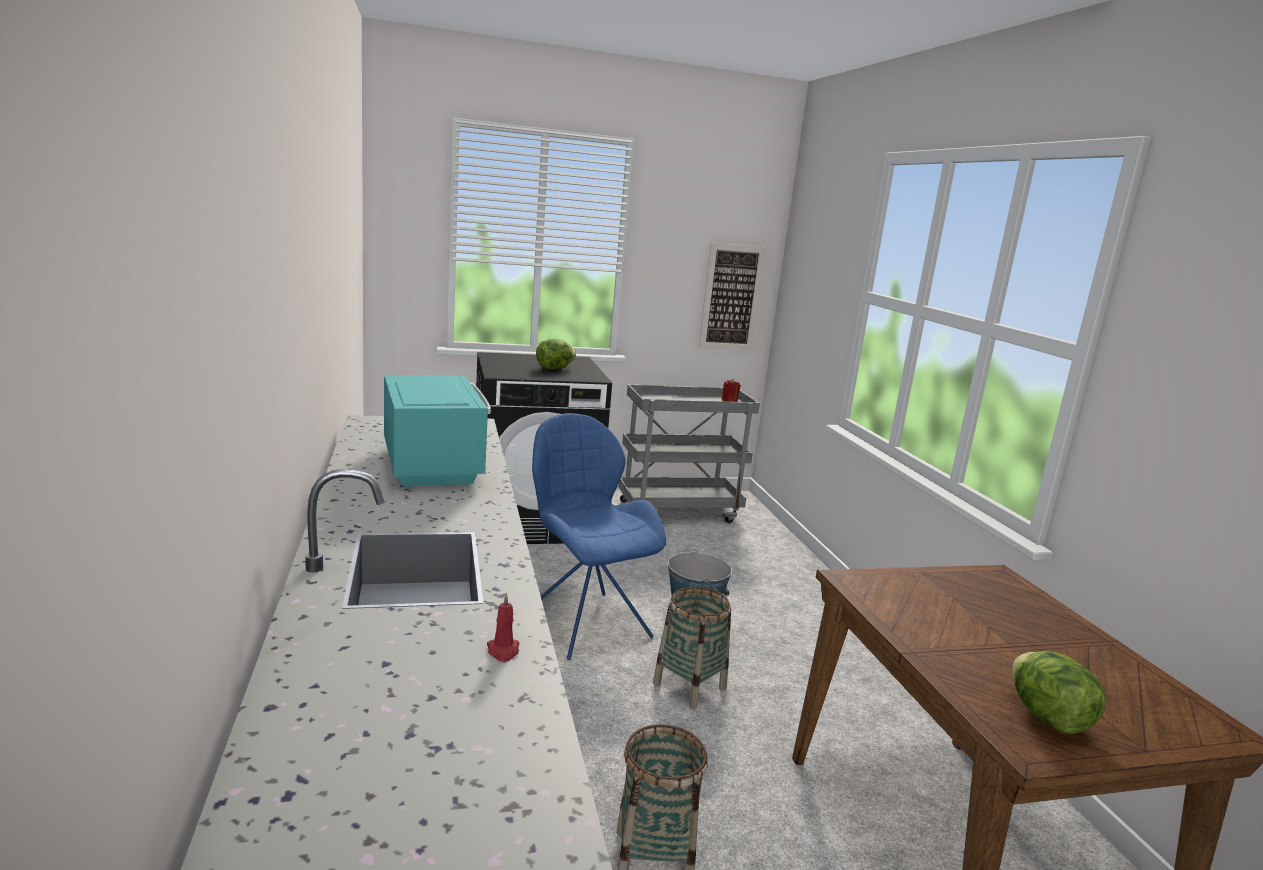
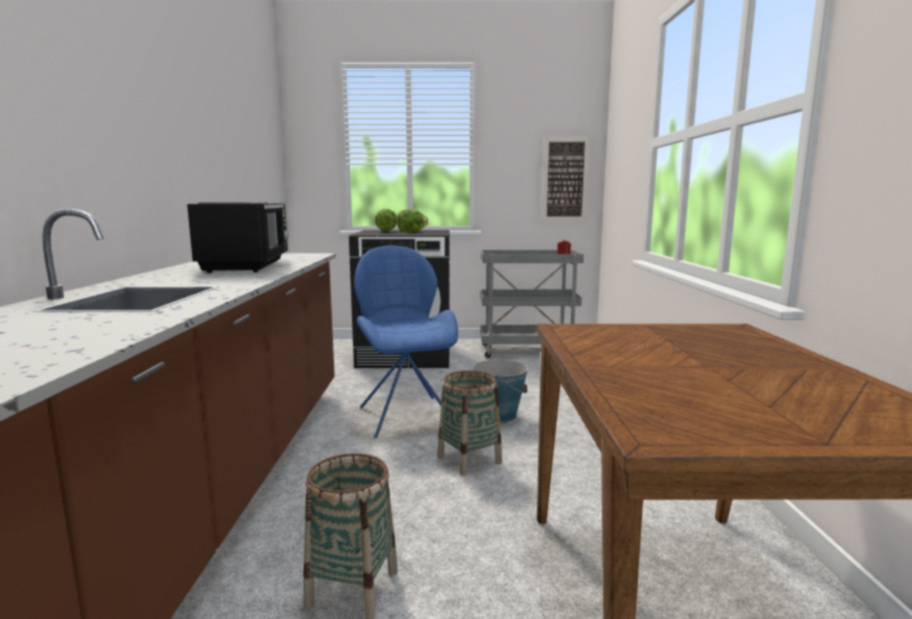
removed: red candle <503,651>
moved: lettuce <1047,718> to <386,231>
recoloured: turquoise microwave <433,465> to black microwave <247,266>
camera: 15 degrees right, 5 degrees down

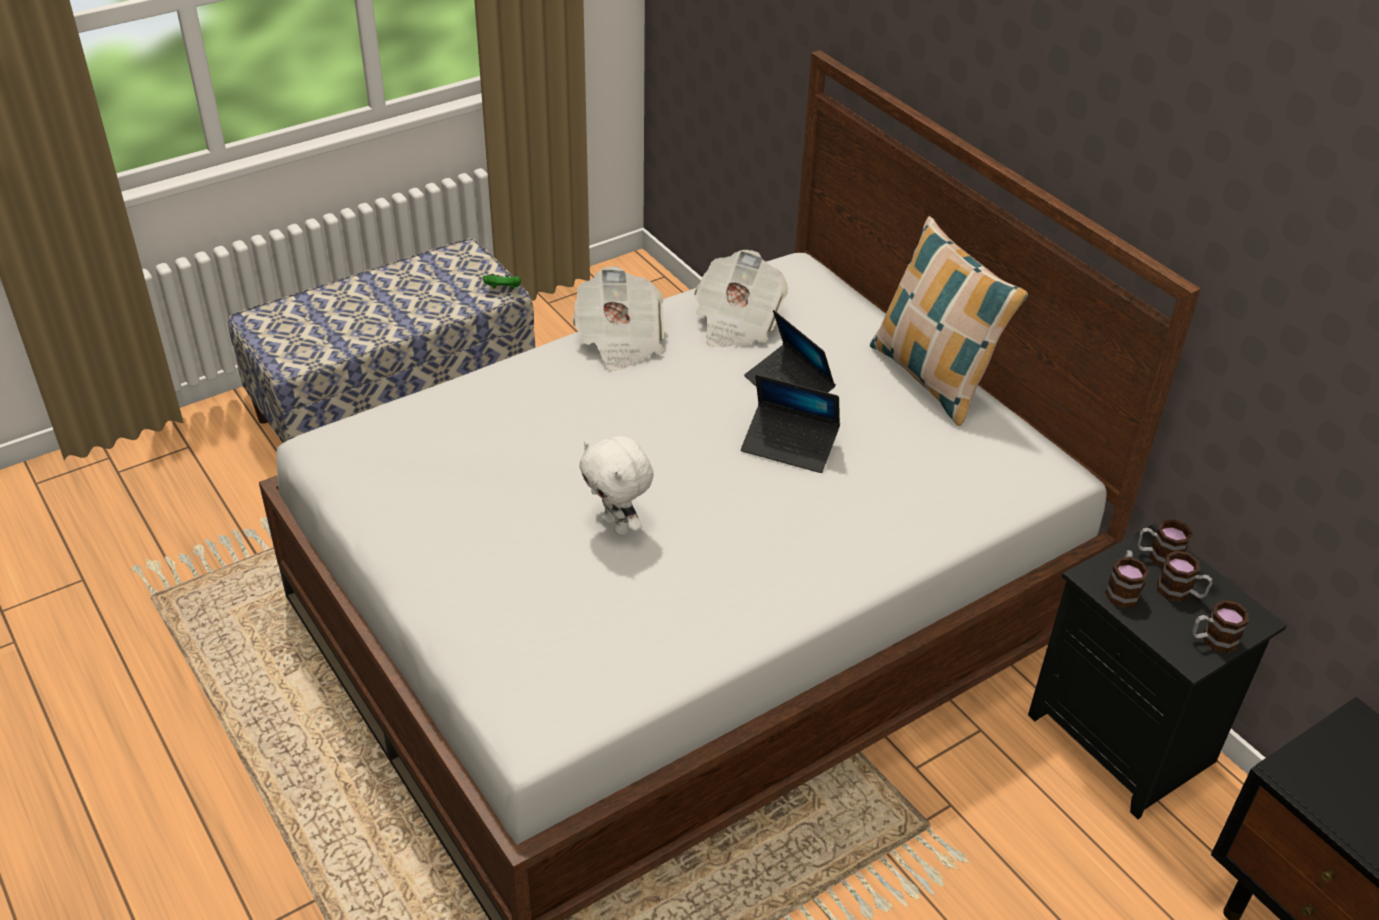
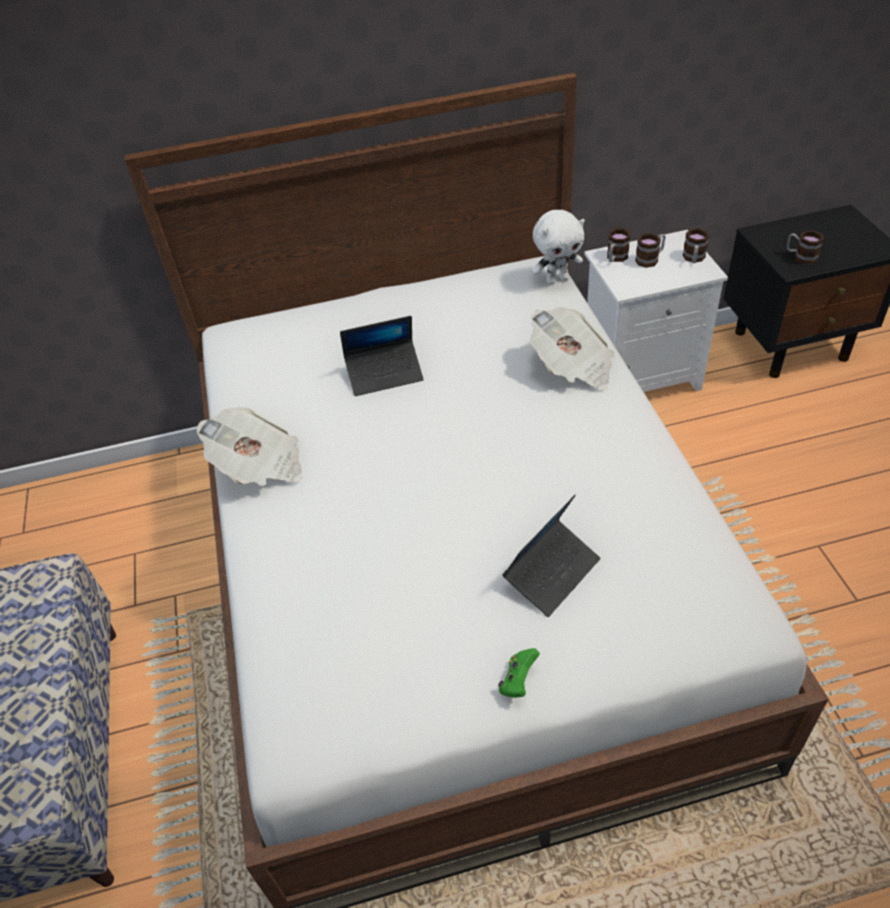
removed: pillow <932,378>
moved: green game controller <503,289> to <518,681>; white plush toy <617,526> to <557,279>; newspaper <736,322> to <573,367>; laptop <789,446> to <552,572>; mug <1122,590> to <800,257>
recoloured: black nightstand <1125,740> to white nightstand <641,375>
camera: 65 degrees left, 5 degrees up

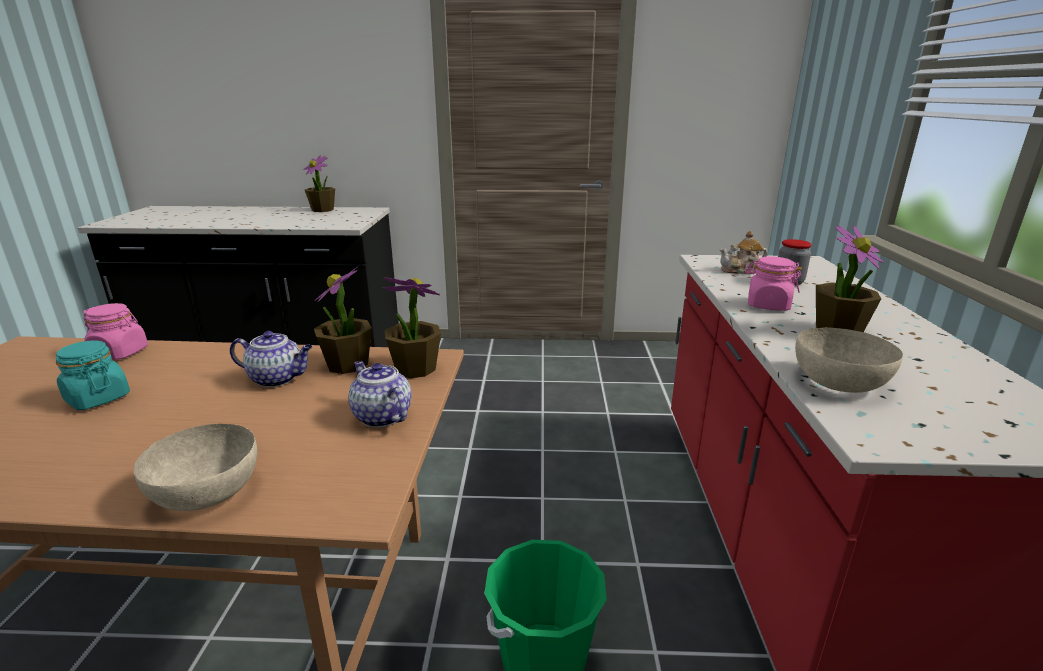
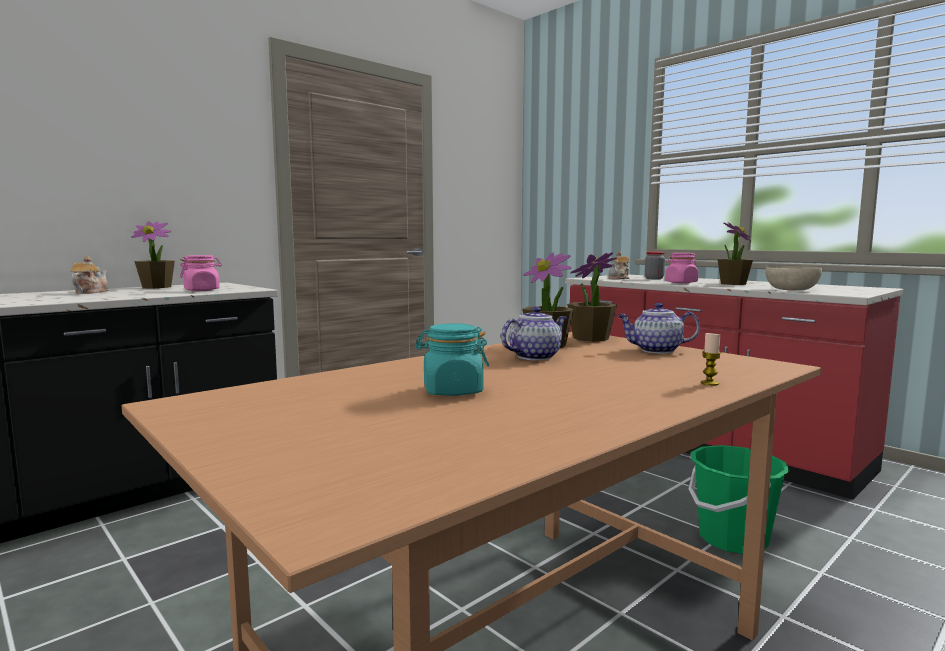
added: teapot <90,292>
moved: pink jar <120,353> to <202,290>
replaced: beige bowl <205,492> to candle <709,383>
camera: 45 degrees left, 15 degrees down

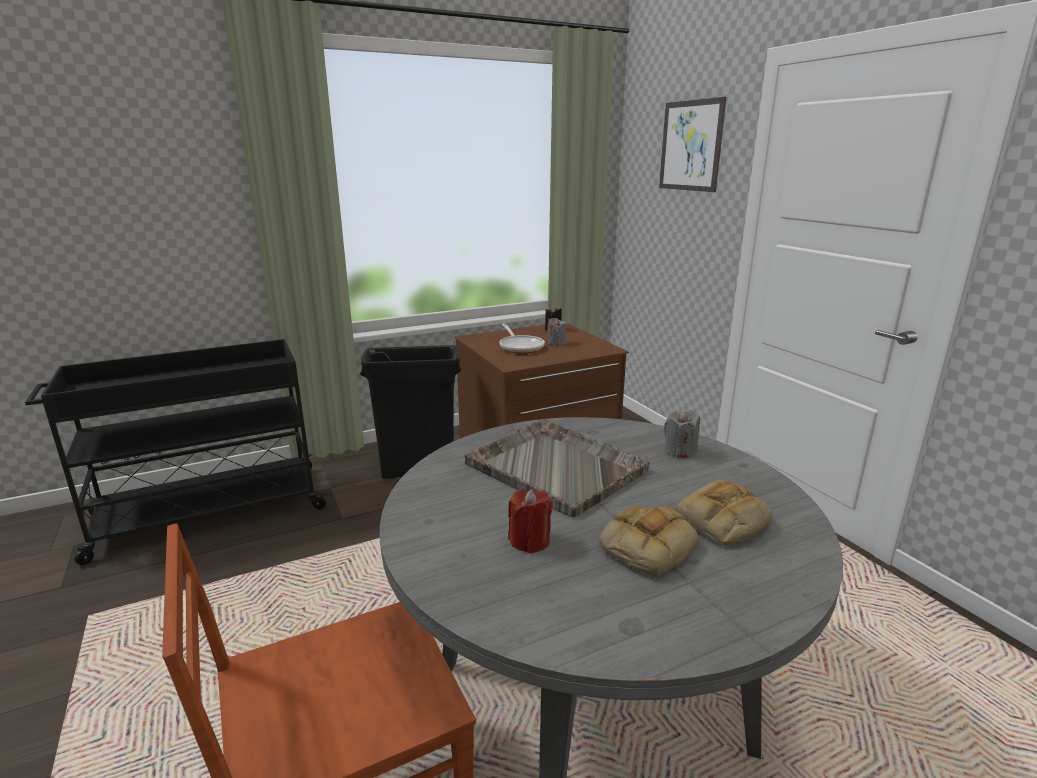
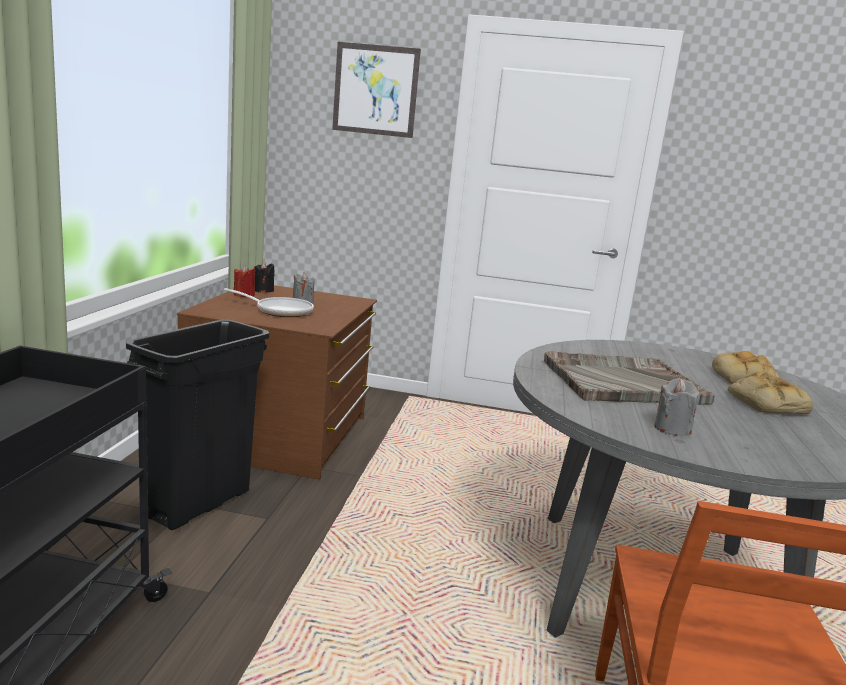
moved: red candle <529,541> to <244,295>; grey candle <680,451> to <672,429>
camera: 55 degrees left, 5 degrees down

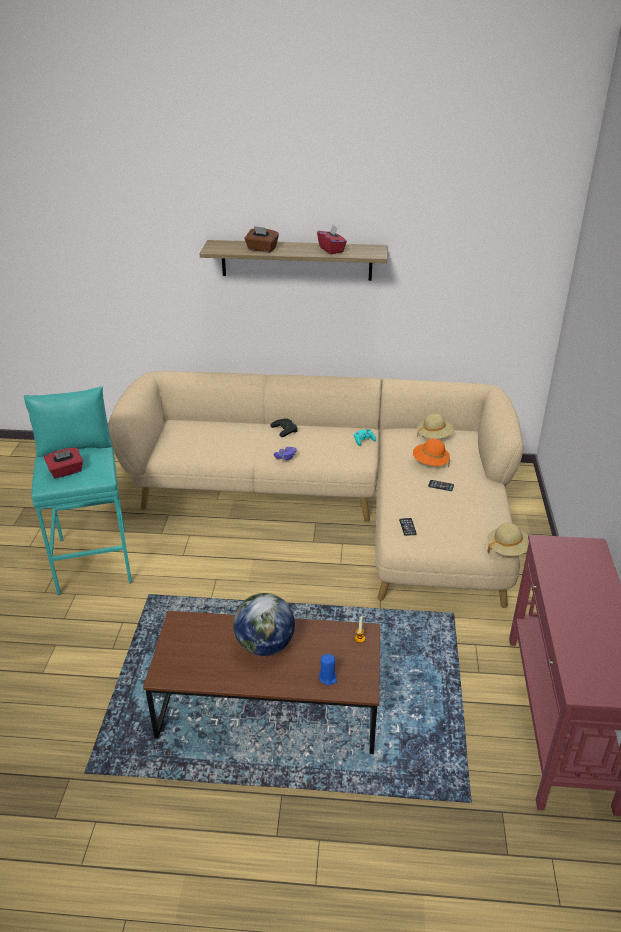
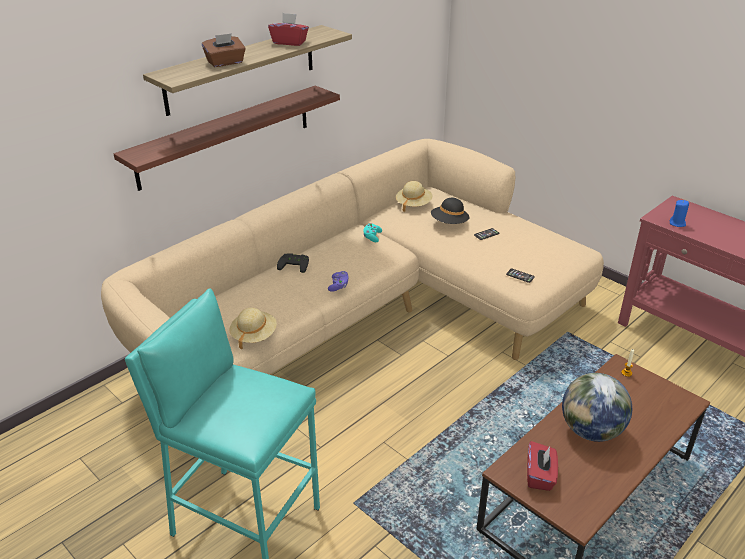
added: shelf <226,136>
moved: red tissue box <66,471> to <540,476>; blue candle <328,678> to <677,223>; beige hat <507,549> to <254,335>
recoloured: orange hat <430,462> to black hat <449,223>
camera: 50 degrees left, 0 degrees up

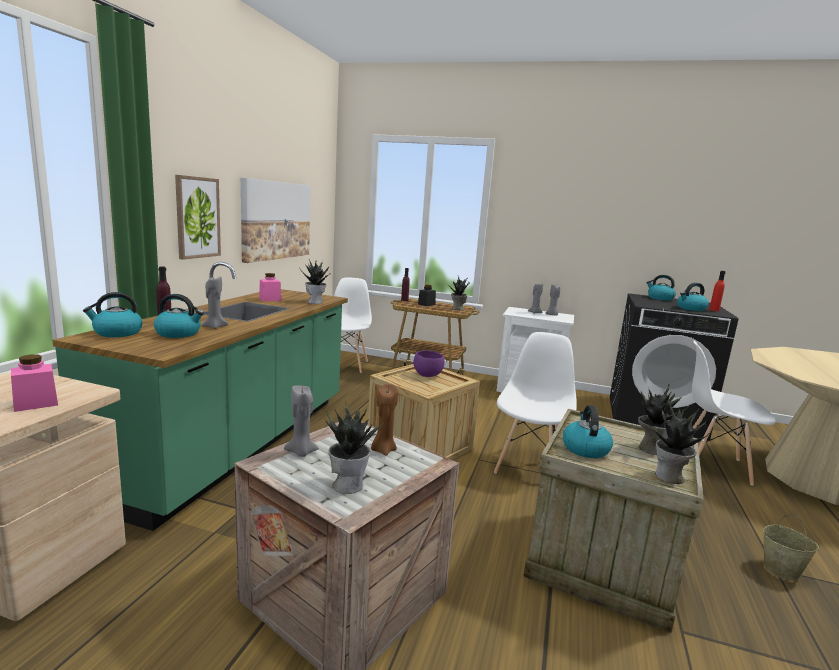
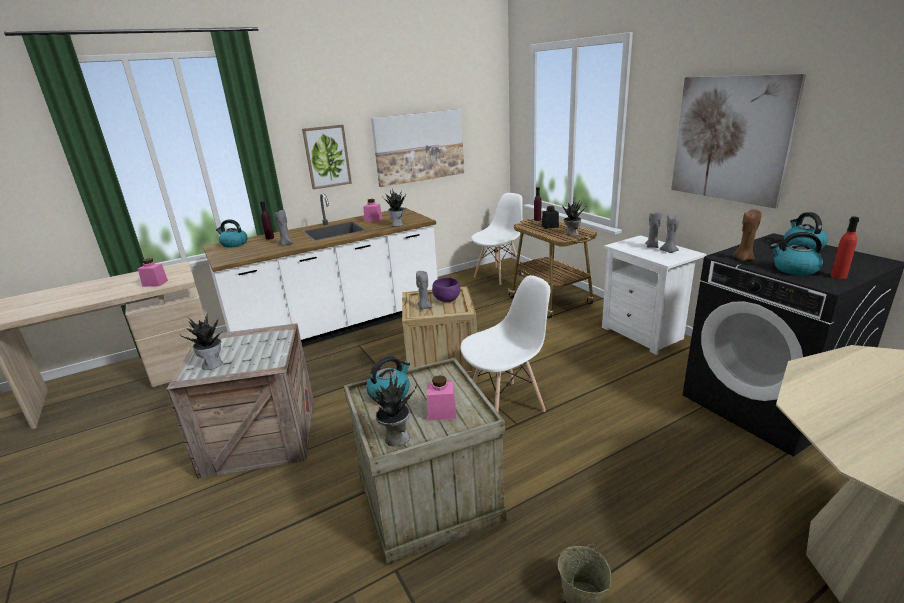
removed: kettle <179,333>; white chair <713,465>
added: picture <730,139>
moved: grey candle <301,452> to <424,307>; brown candle <383,450> to <743,258>
replaced: potted plant <650,448> to pink jar <442,412>
recoloured: green counter <238,444> to white counter <339,326>
camera: 45 degrees right, 10 degrees up

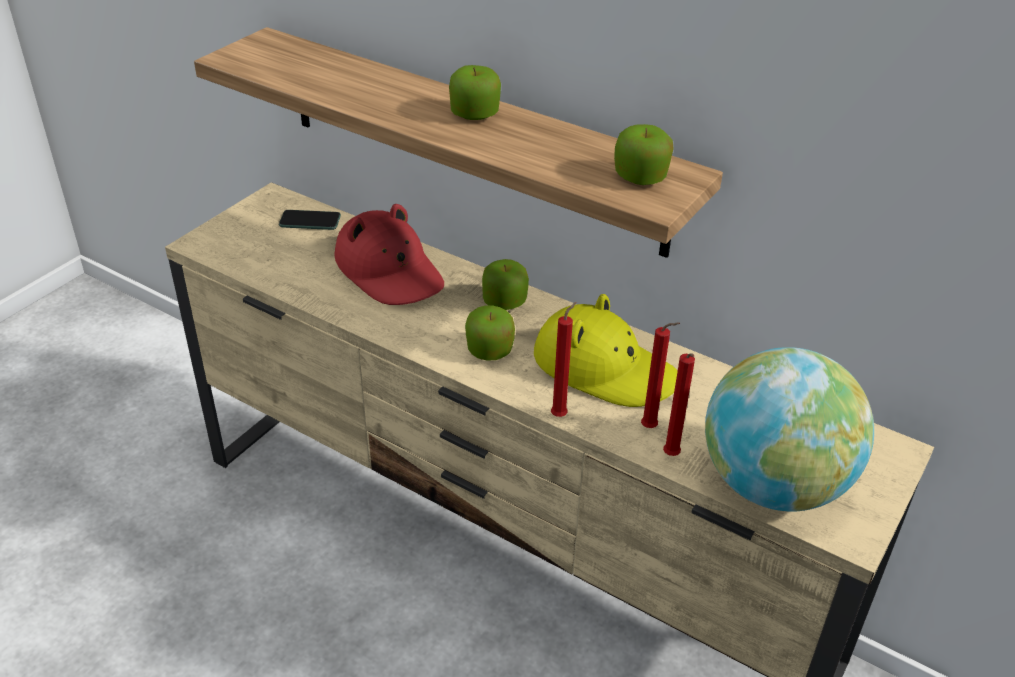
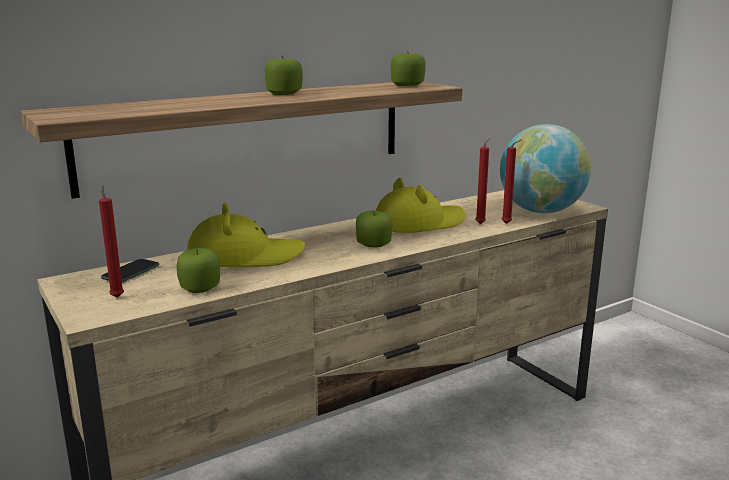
moved: apple <504,302> to <200,288>; red candle <560,415> to <117,296>
recoloured: red hat <390,271> to yellow hat <245,256>
camera: 65 degrees left, 20 degrees down

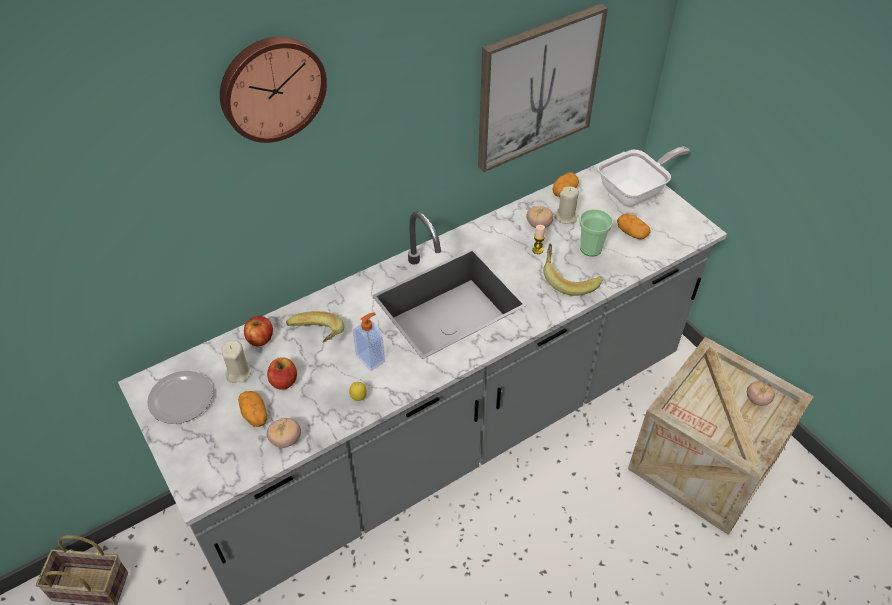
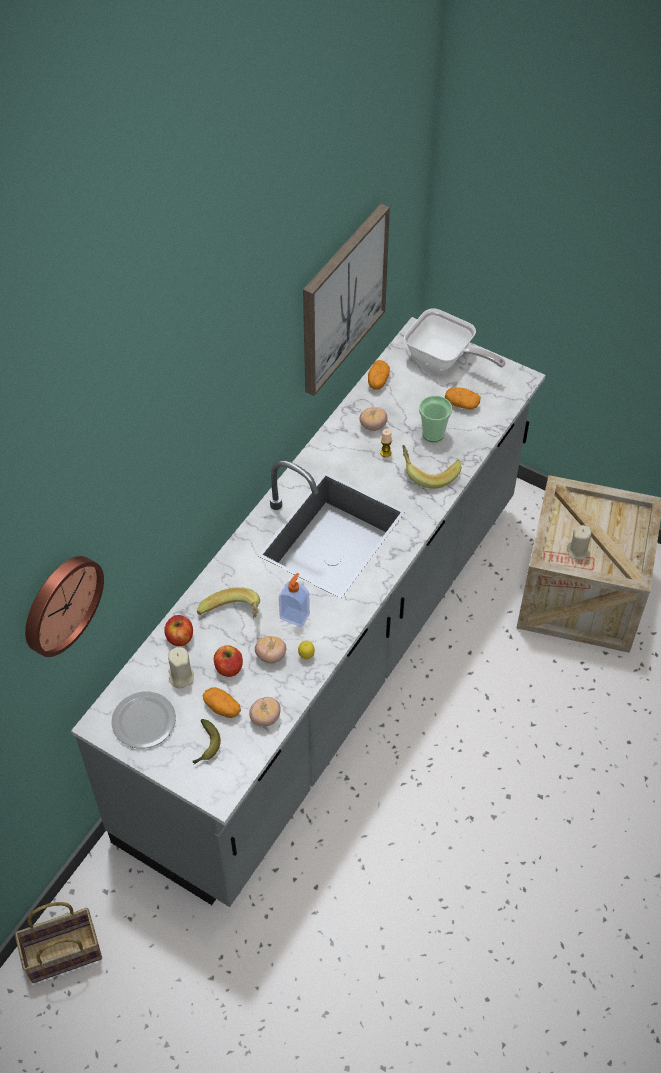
added: banana <206,746>
moved: wall clock <271,88> to <60,603>; beige candle <566,217> to <578,551>; tomato <757,400> to <271,656>
turned: frying pan <635,192> = <444,359> 90 degrees clockwise
camera: 25 degrees left, 5 degrees up

